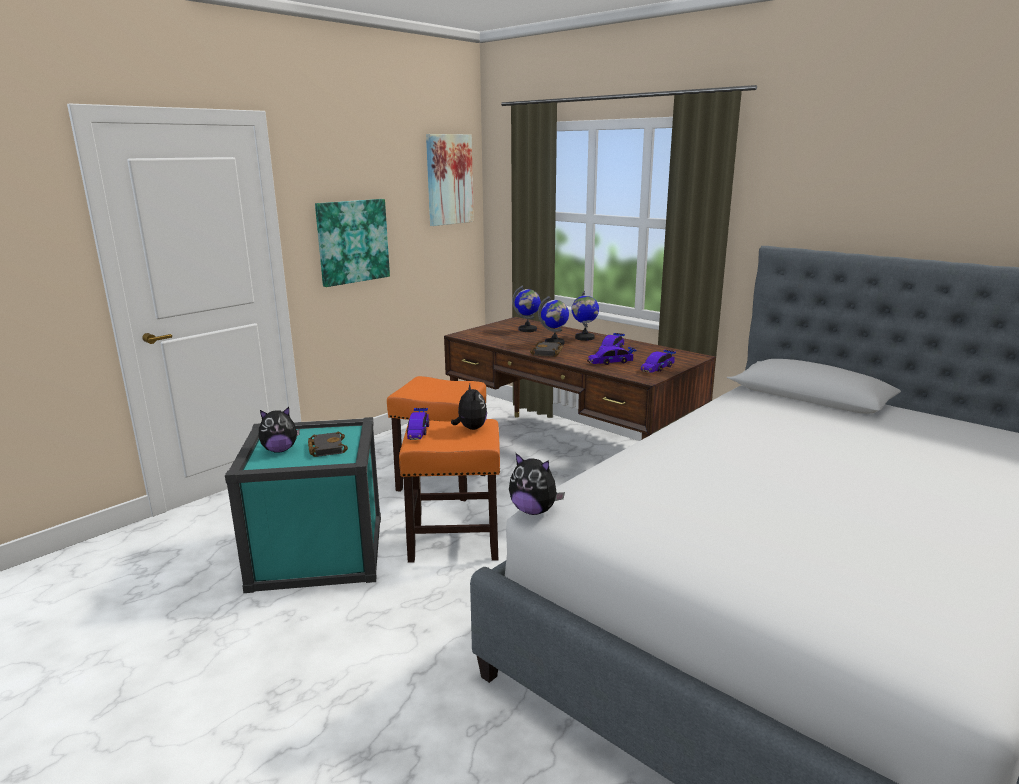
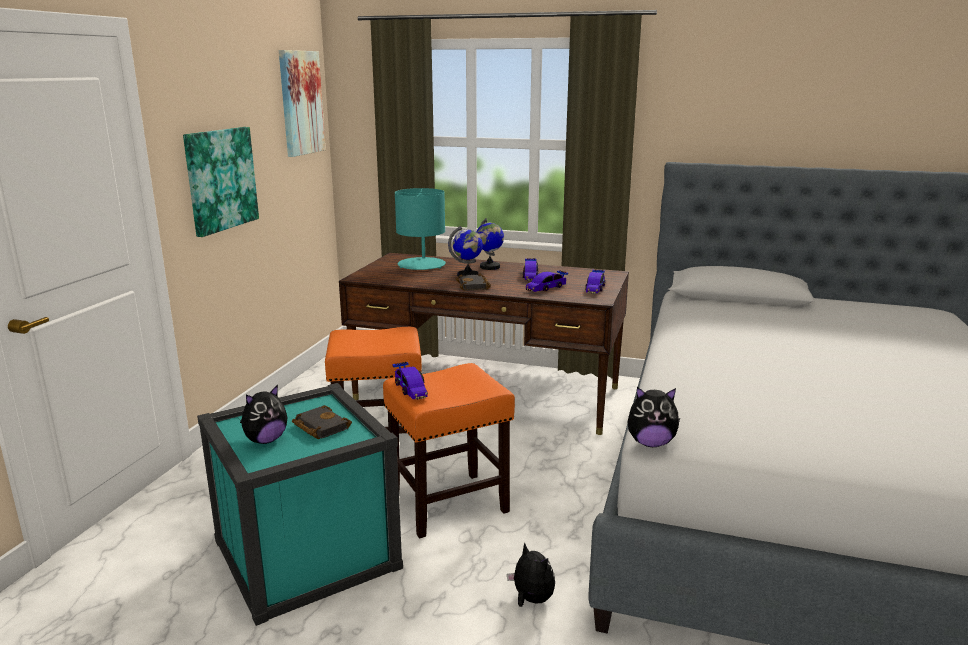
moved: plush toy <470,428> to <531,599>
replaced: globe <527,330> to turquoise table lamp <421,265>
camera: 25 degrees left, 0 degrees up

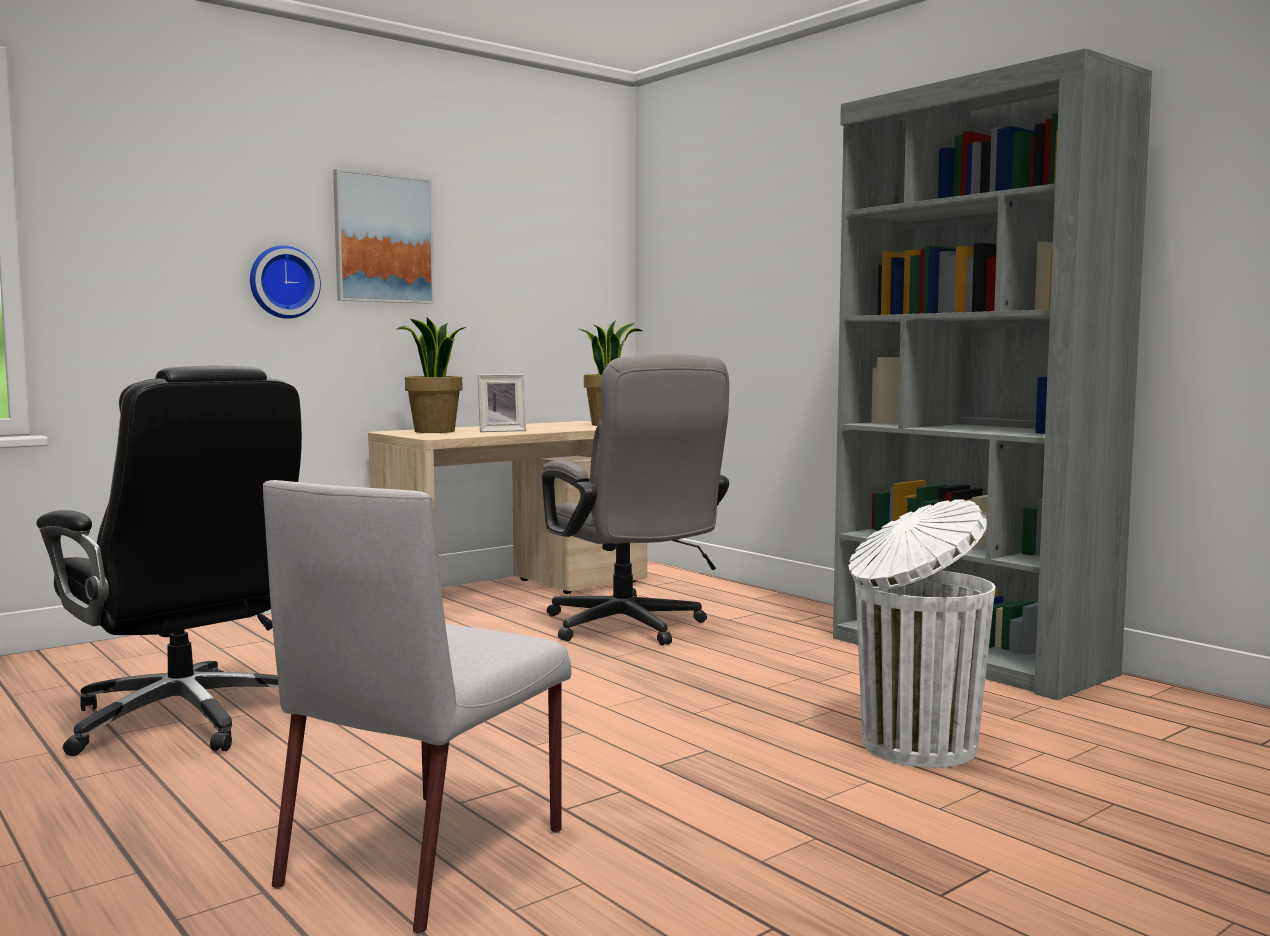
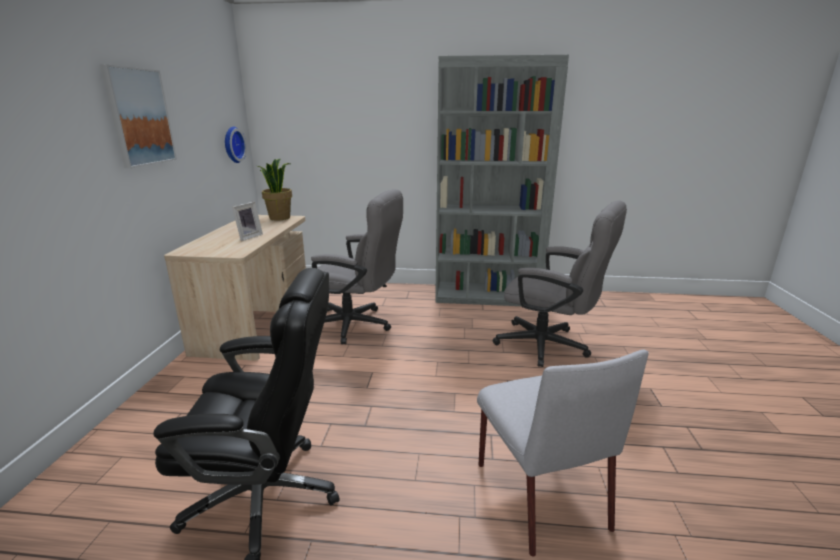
removed: potted plant <434,431>
moved: wall clock <283,282> to <232,144>
replaced: white trash can <915,746> to grey office chair <550,346>
camera: 45 degrees left, 15 degrees up

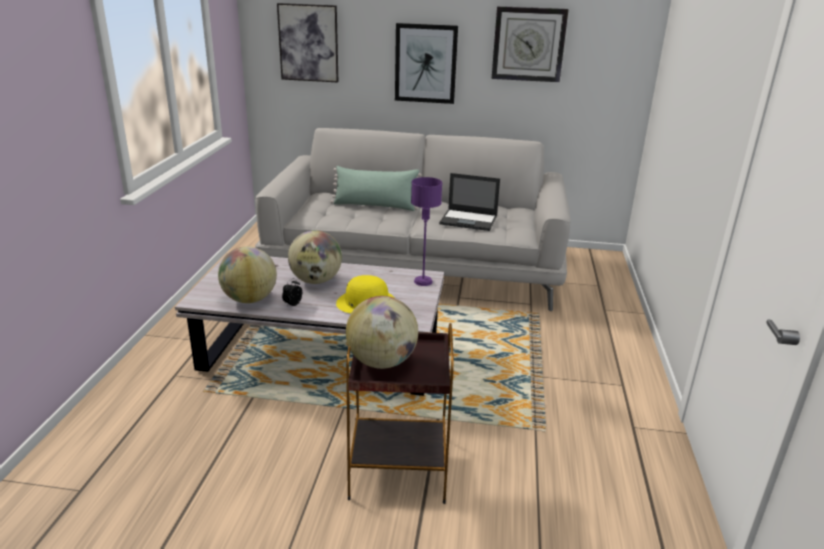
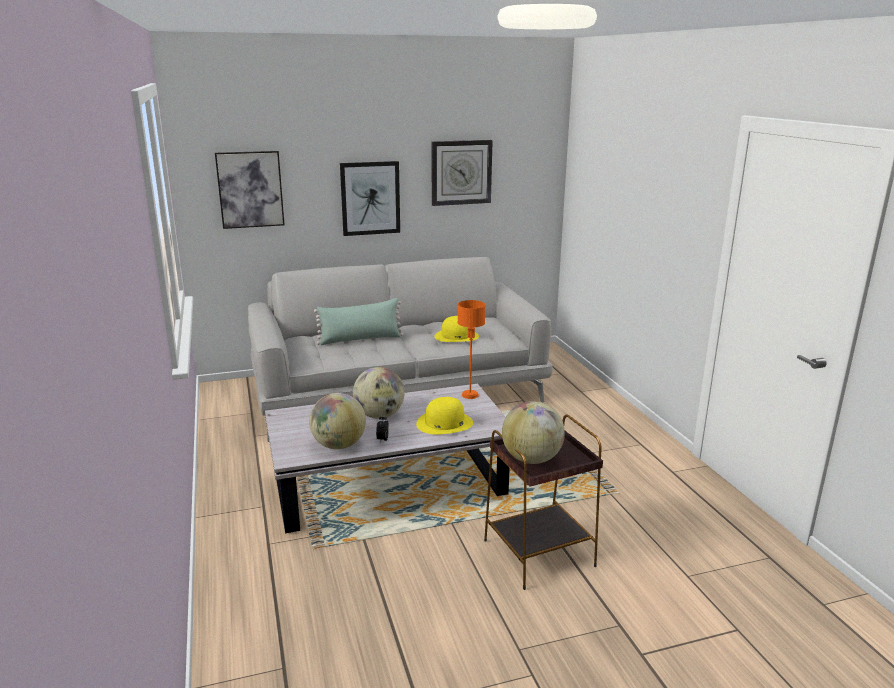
replaced: laptop <469,220> to yellow hat <456,336>
recoloured: purple table lamp <423,281> to orange table lamp <470,395>
camera: 25 degrees left, 5 degrees down

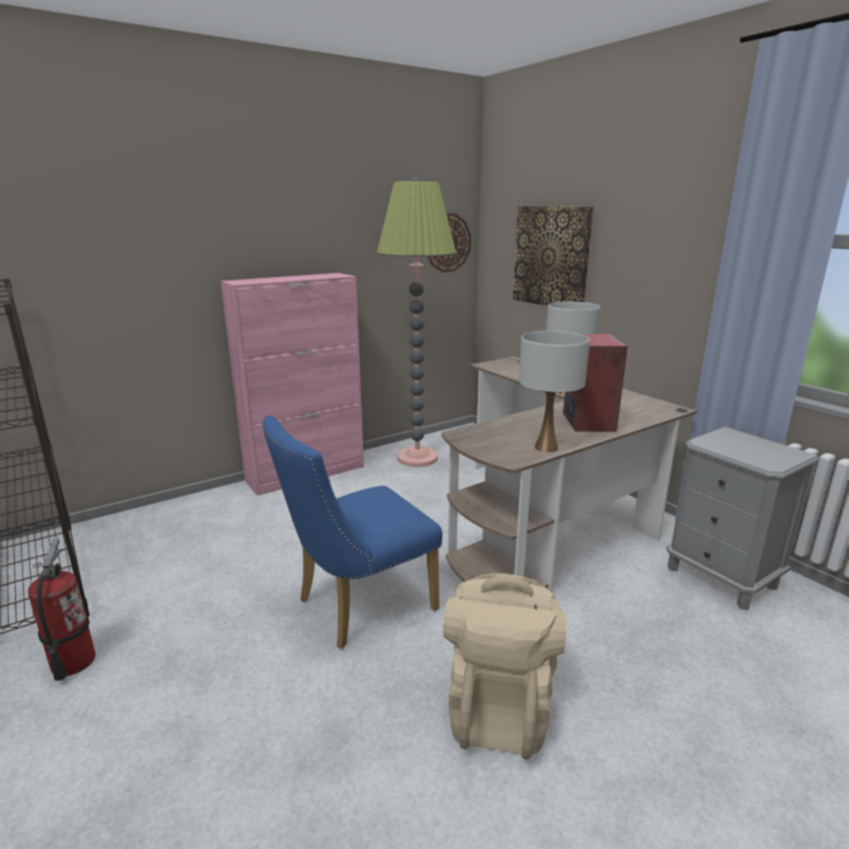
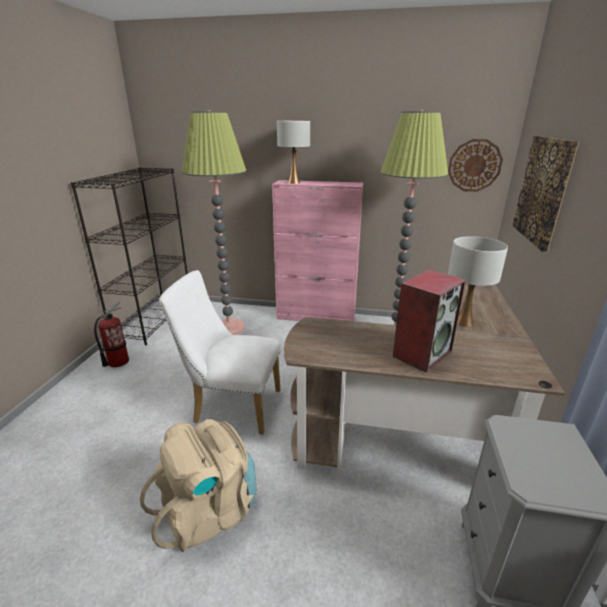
added: floor lamp <229,328>
moved: white table lamp <545,447> to <293,182>
recoloured: blue chair <357,606> to white chair <231,406>
camera: 45 degrees right, 5 degrees up

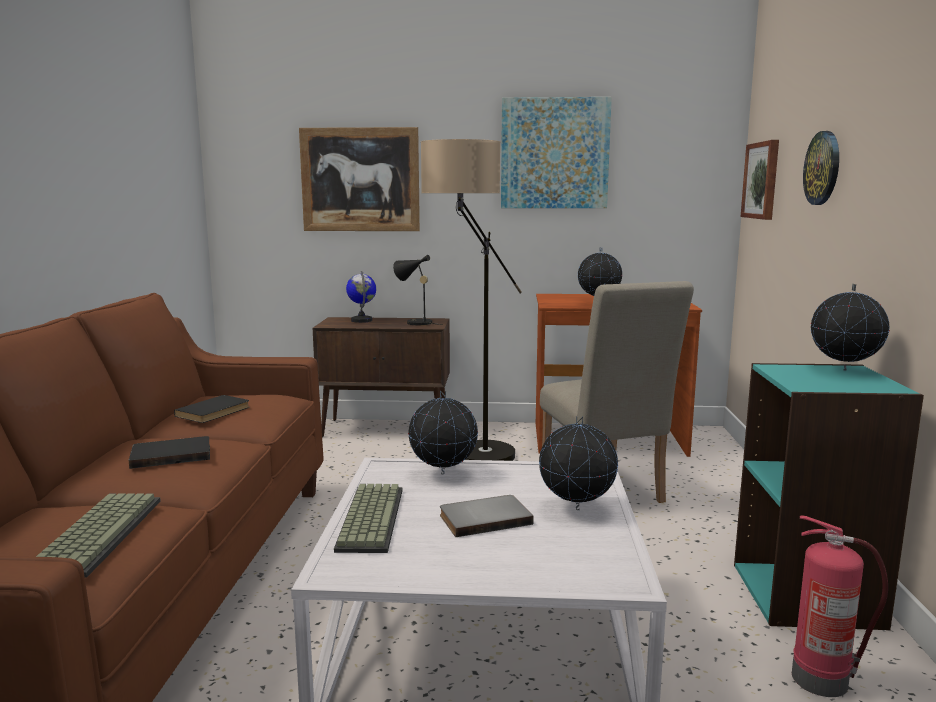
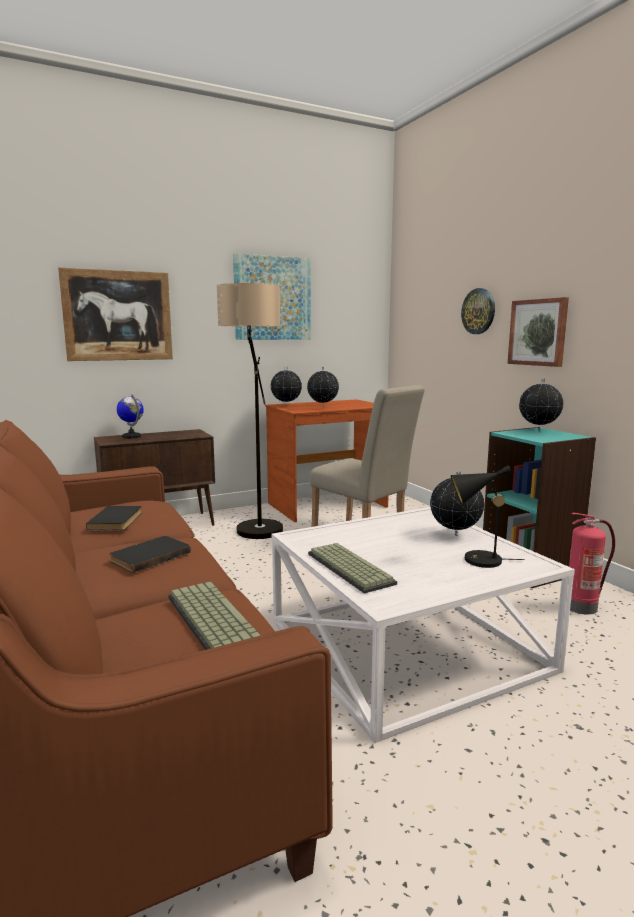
removed: grey book <484,518>
moved: black table lamp <415,322> to <477,560>; globe <443,474> to <286,406>; picture <762,180> to <538,332>
camera: 30 degrees left, 0 degrees up

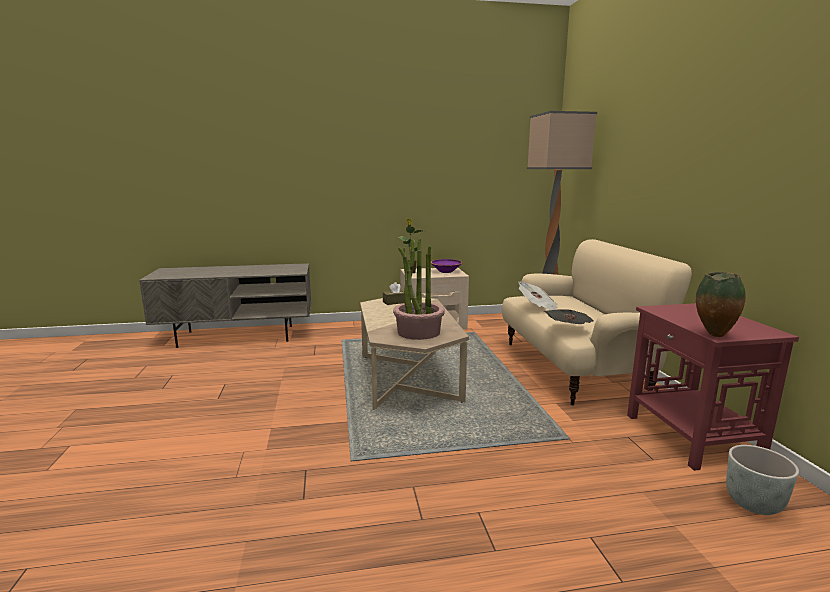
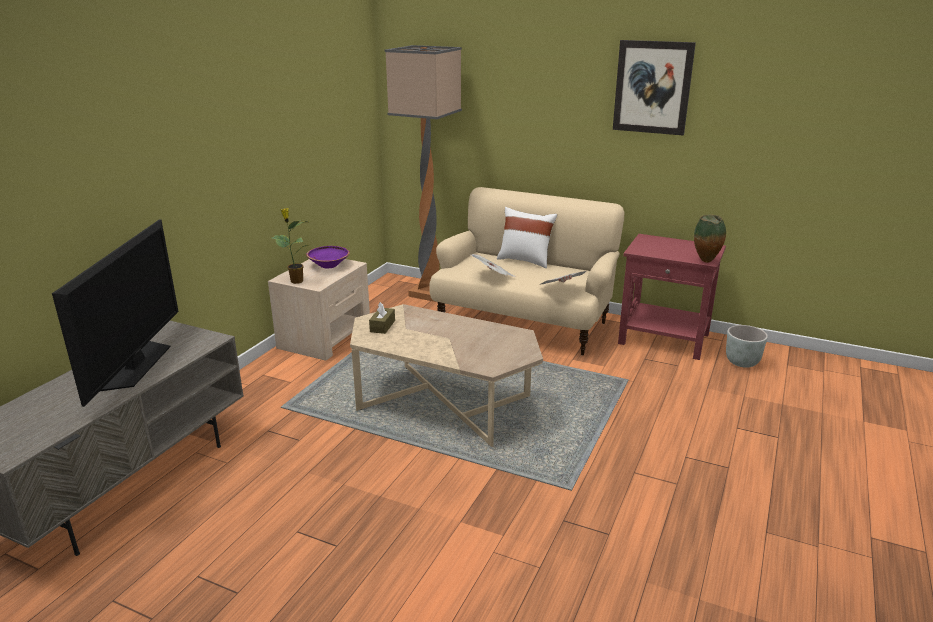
removed: potted plant <418,332>
added: television <135,365>; white pillow <525,260>; picture <652,87>
camera: 55 degrees left, 10 degrees up

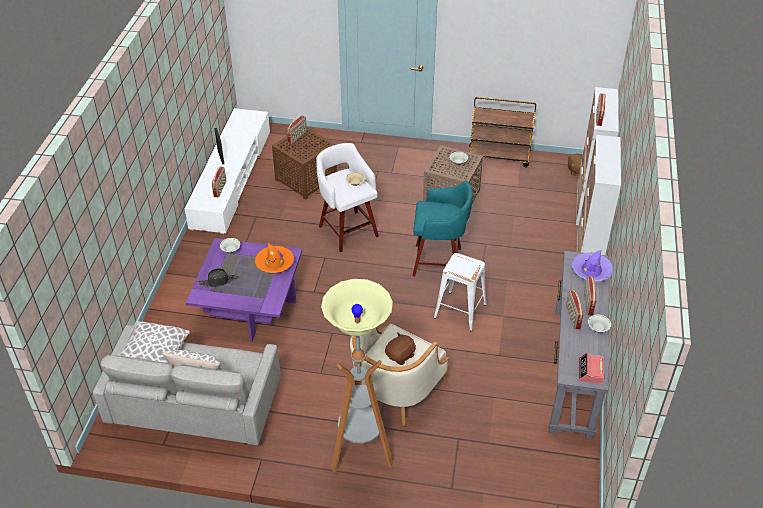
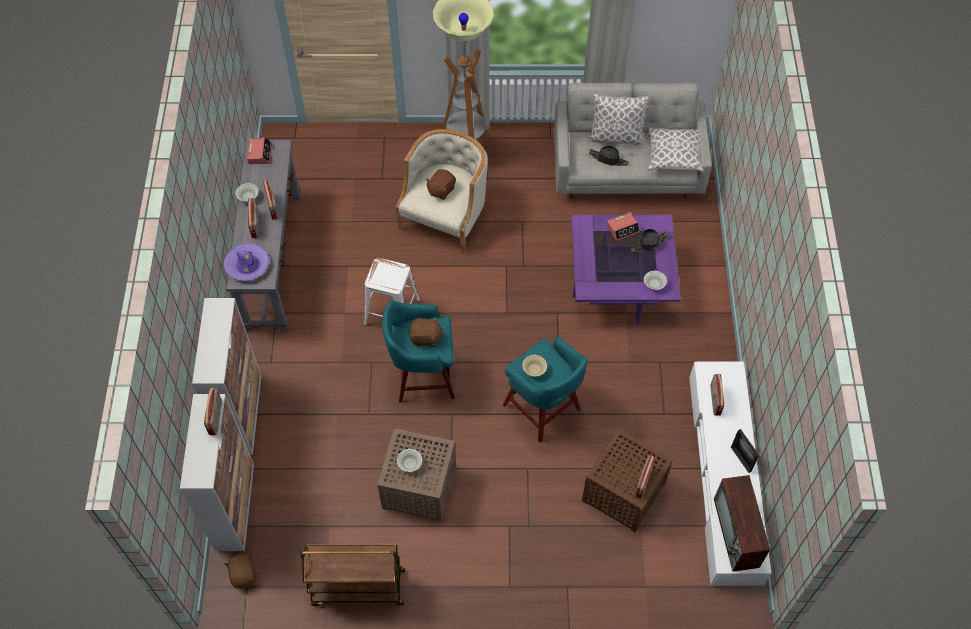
removed: orange hat <274,263>
added: brown plush toy <426,338>; black hat <608,159>; alarm clock <623,229>; television <737,534>
recoloured: white stool <347,230> to turquoise stool <543,409>
camera: 170 degrees right, 15 degrees up

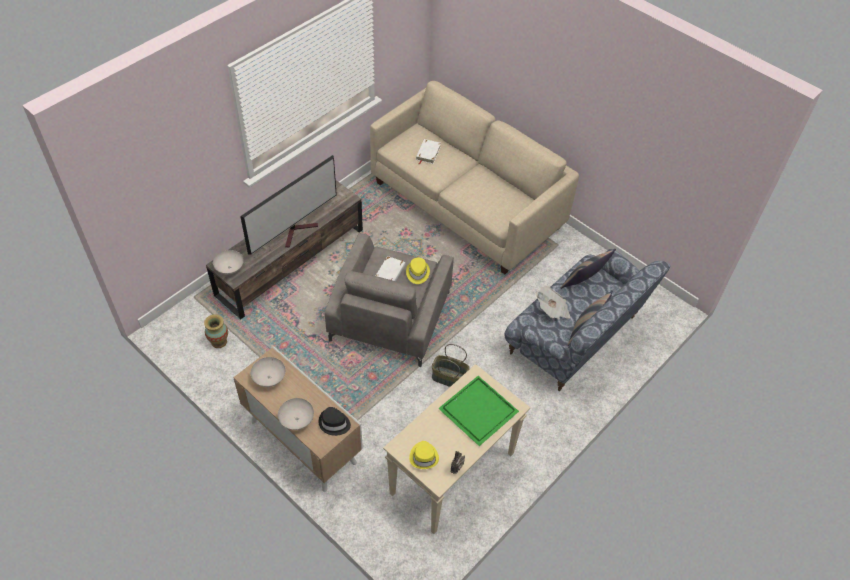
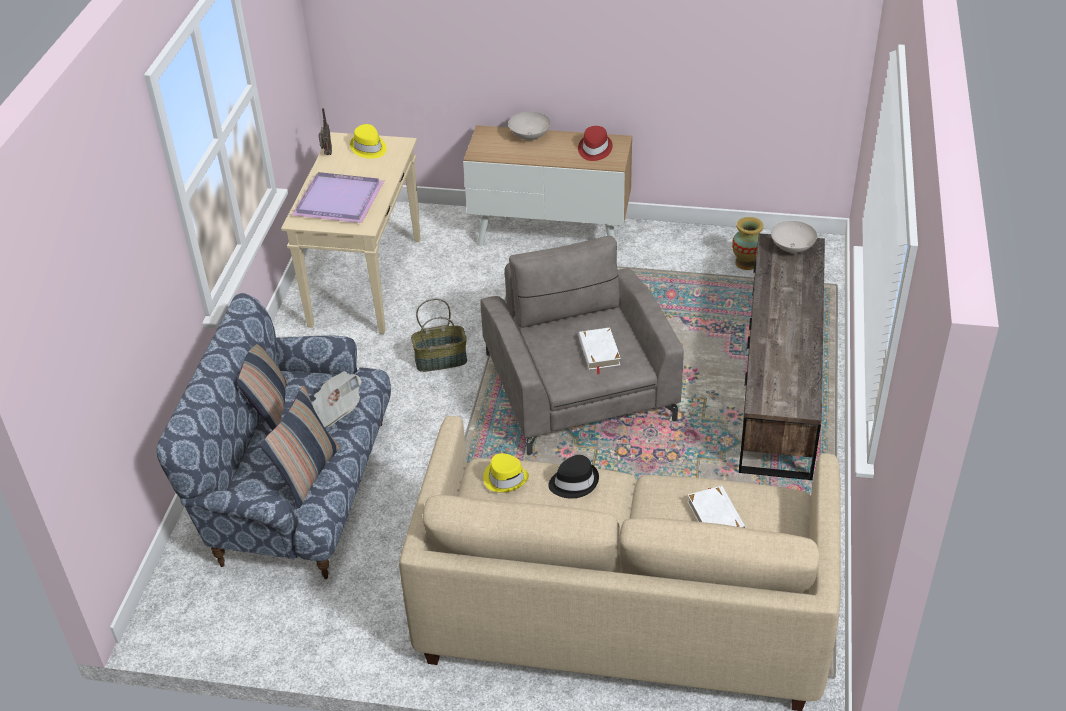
removed: television <298,231>
moved: black hat <334,423> to <573,482>; yellow hat <417,273> to <505,478>
replaced: white bowl <270,378> to red hat <594,149>
recoloured: green tray <478,409> to purple tray <339,201>
camera: 150 degrees right, 10 degrees down

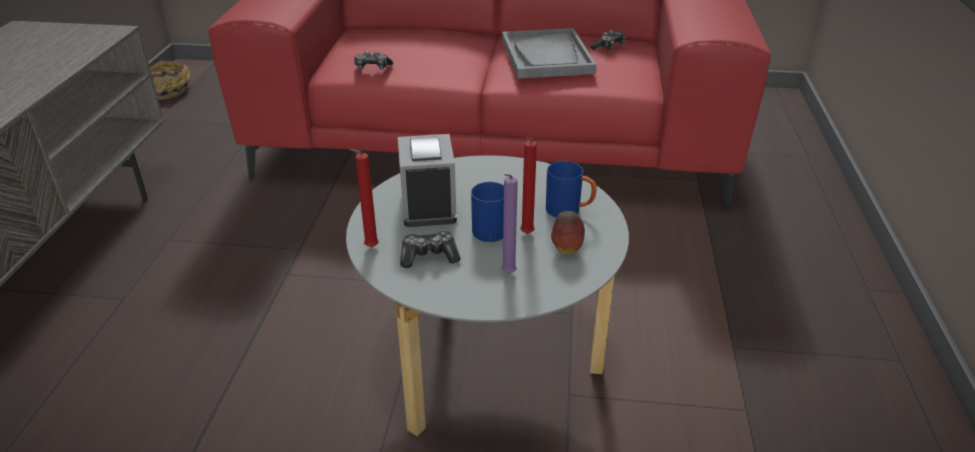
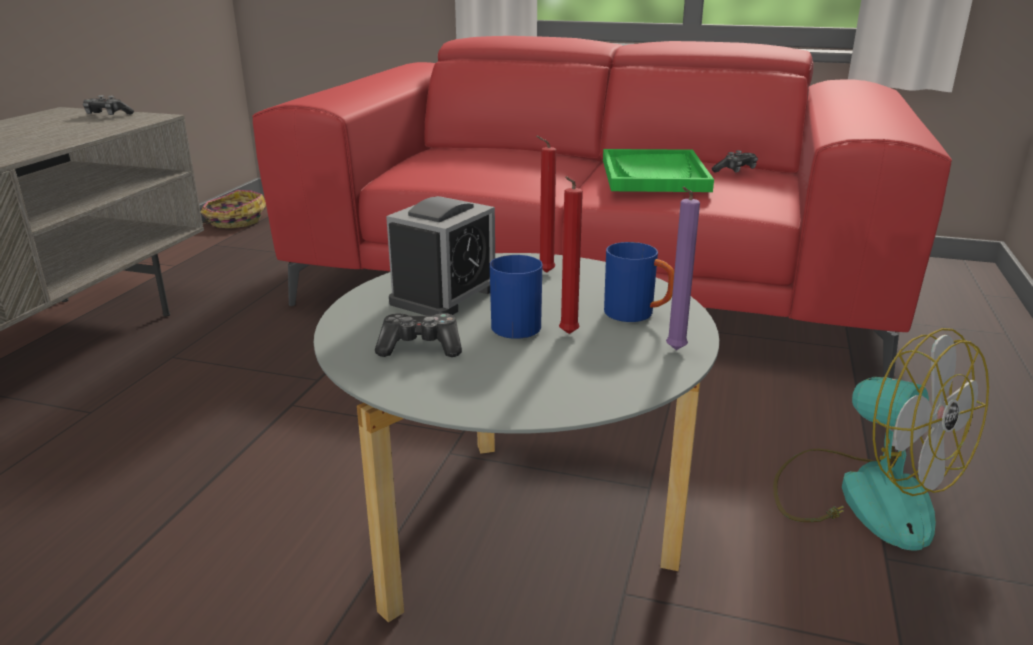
removed: apple <566,249>
added: fan <863,494>
moved: red candle <369,248> to <544,273>; game controller <372,67> to <107,115>; purple candle <507,274> to <674,351>
recoloured: grey tray <547,56> to green tray <654,175>
turned: alarm clock <428,205> = <444,295> 150 degrees counterclockwise
camera: 10 degrees right, 10 degrees down

